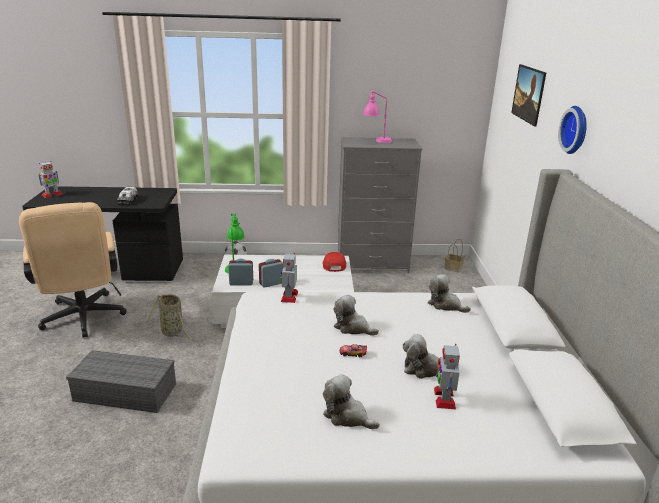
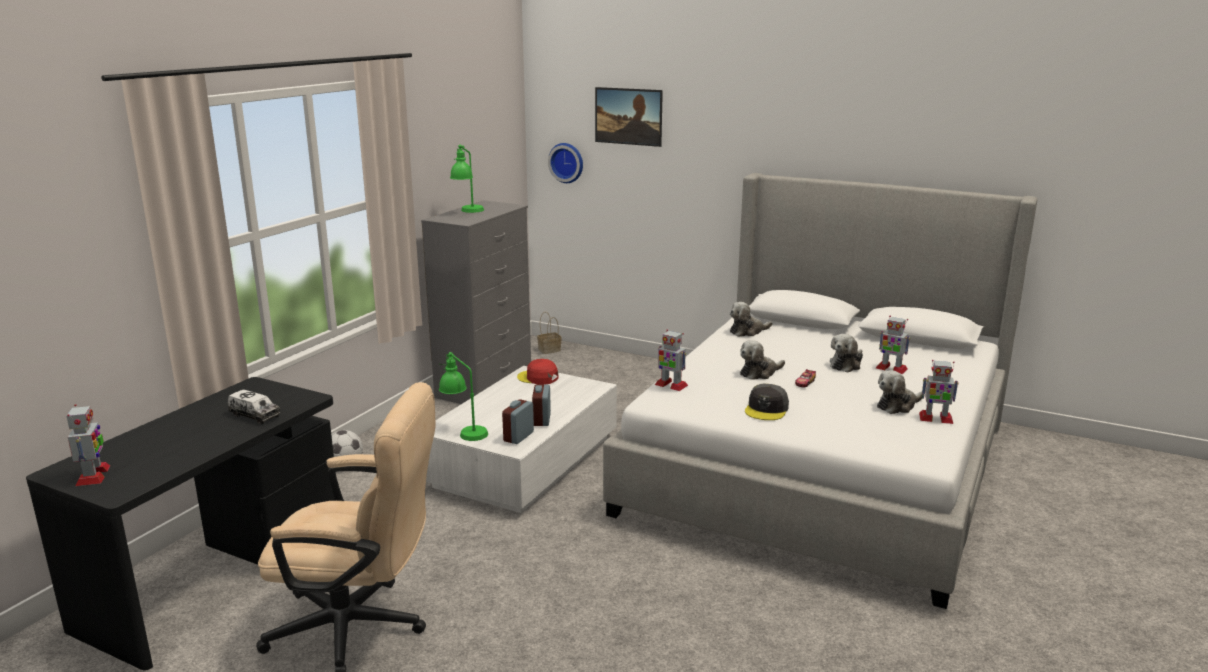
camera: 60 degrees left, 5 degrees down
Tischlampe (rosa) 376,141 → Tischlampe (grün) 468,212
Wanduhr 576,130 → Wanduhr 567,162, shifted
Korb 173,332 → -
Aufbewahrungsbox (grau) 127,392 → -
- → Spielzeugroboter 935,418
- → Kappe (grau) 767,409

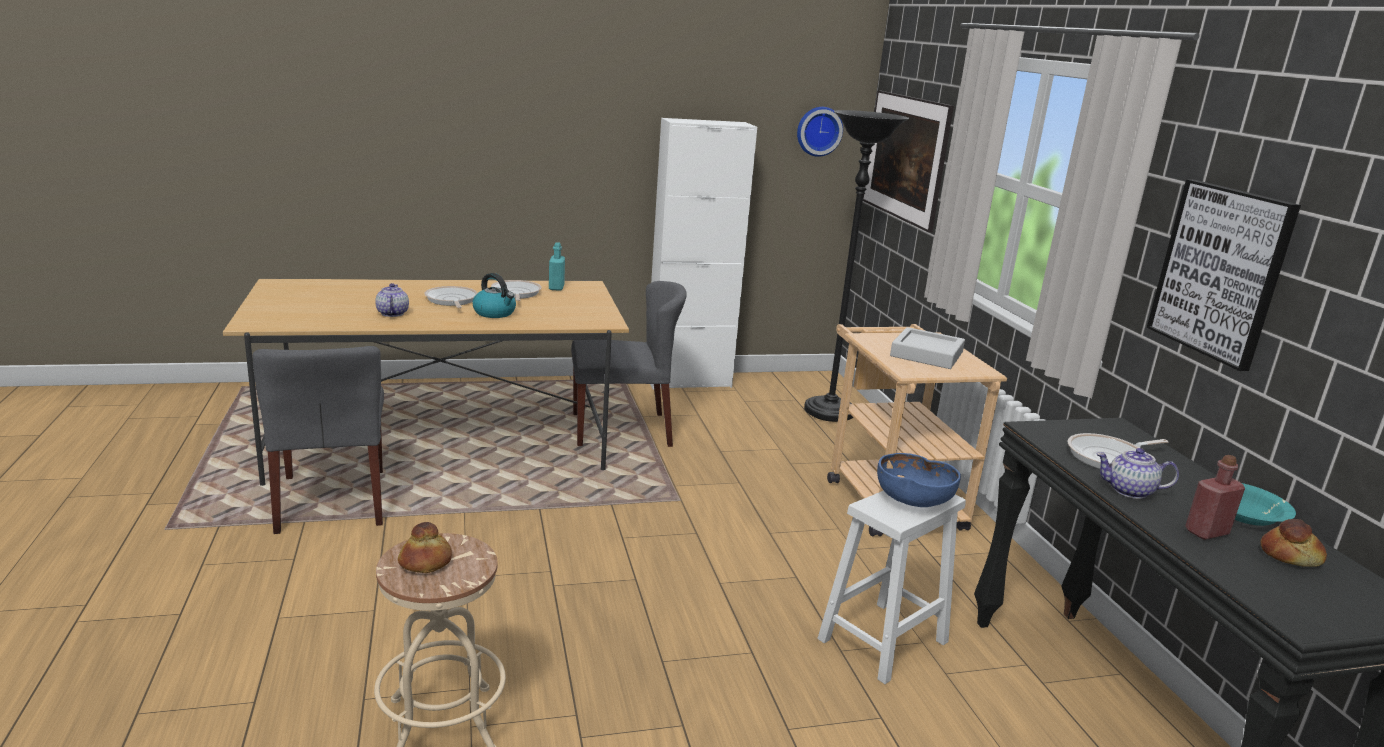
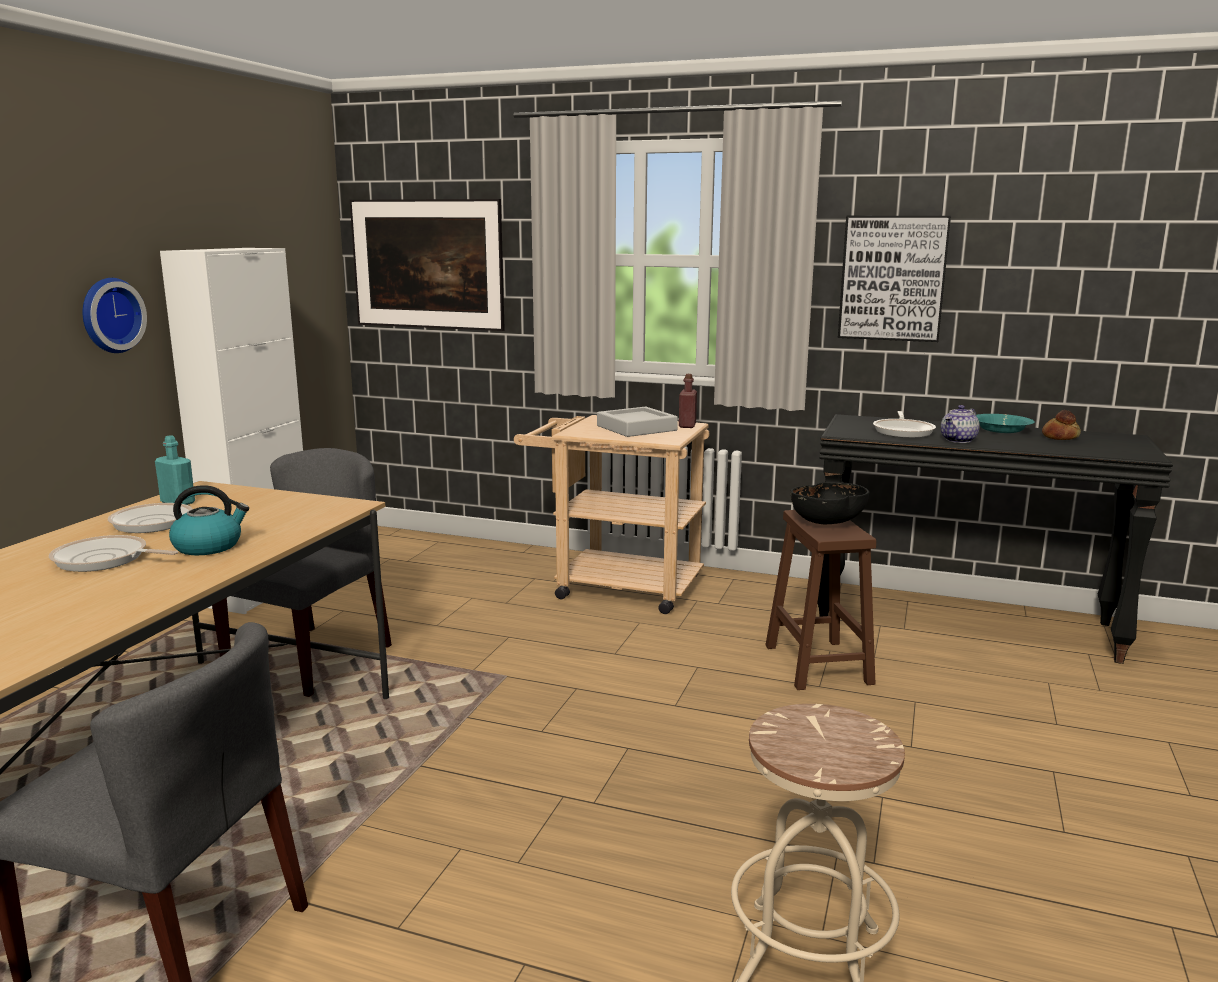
camera: 55 degrees left, 5 degrees down
Wanduhr 818,131 → Wanduhr 109,315, shifted
Stehlampe (schwarz) 829,412 → -
Teekanne 392,313 → -
Schüssel (blau) 912,501 → Schüssel (schwarz) 828,522
Flasche (rot) 1206,532 → Flasche (rot) 687,425, shifted
Hocker (weiß) 882,642 → Hocker (braun) 819,665
Brot 425,562 → -

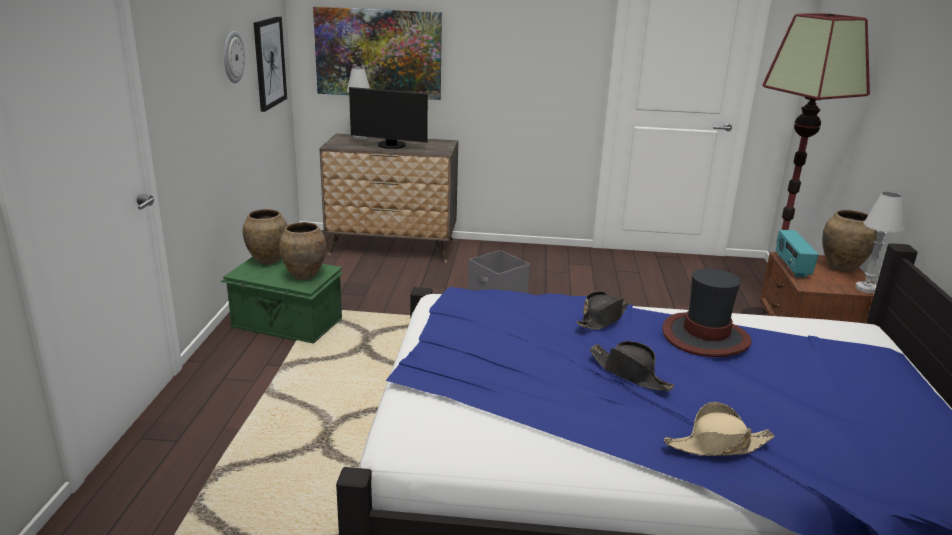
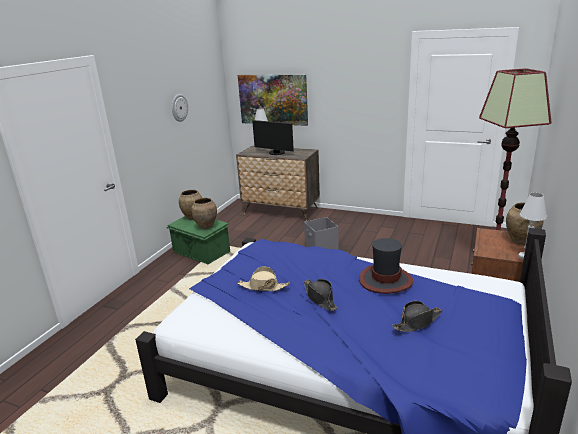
camera: 20 degrees right, 0 degrees up
Bild 269,63 → -
Radio 791,267 → -
Hut (schwarz) 602,318 → Hut (schwarz) 417,322, shifted
Hut (beige) 717,445 → Hut (beige) 263,286, shifted

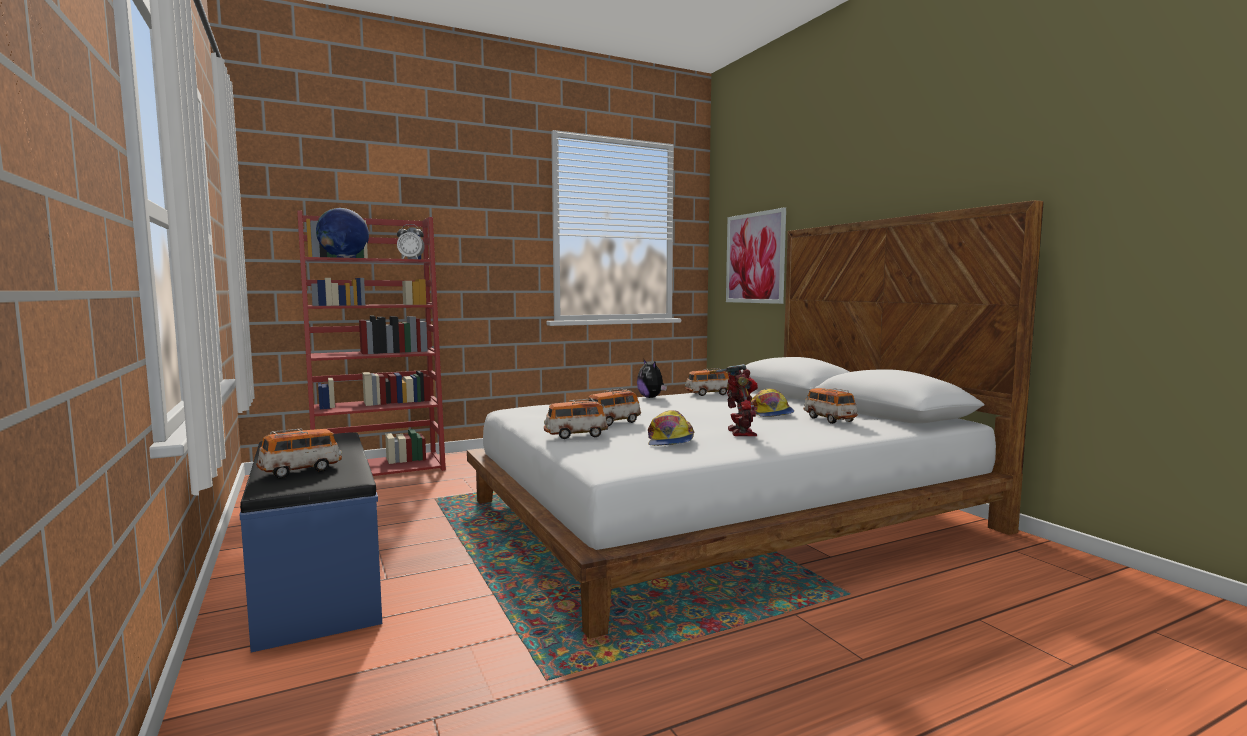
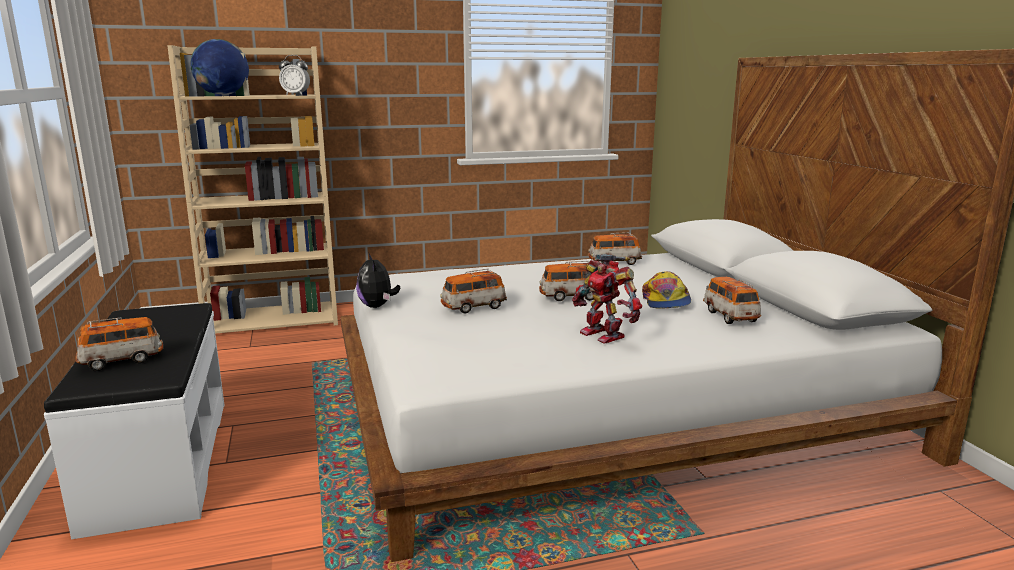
camera: 10 degrees right, 10 degrees up
Bild 755,258 → -
Bücherregal (rot) 380,469 → Bücherregal (beige) 274,319
Plüschtier 651,397 → Plüschtier 377,306, shifted
Spielzeugroboter 738,432 → Spielzeugroboter 604,334, 135 degrees clockwise
Spielzeugauto 575,435 → Spielzeugauto 570,297, shifted
Kappe 670,440 → -
Bank (blau) 315,583 → Bank (weiß) 158,461

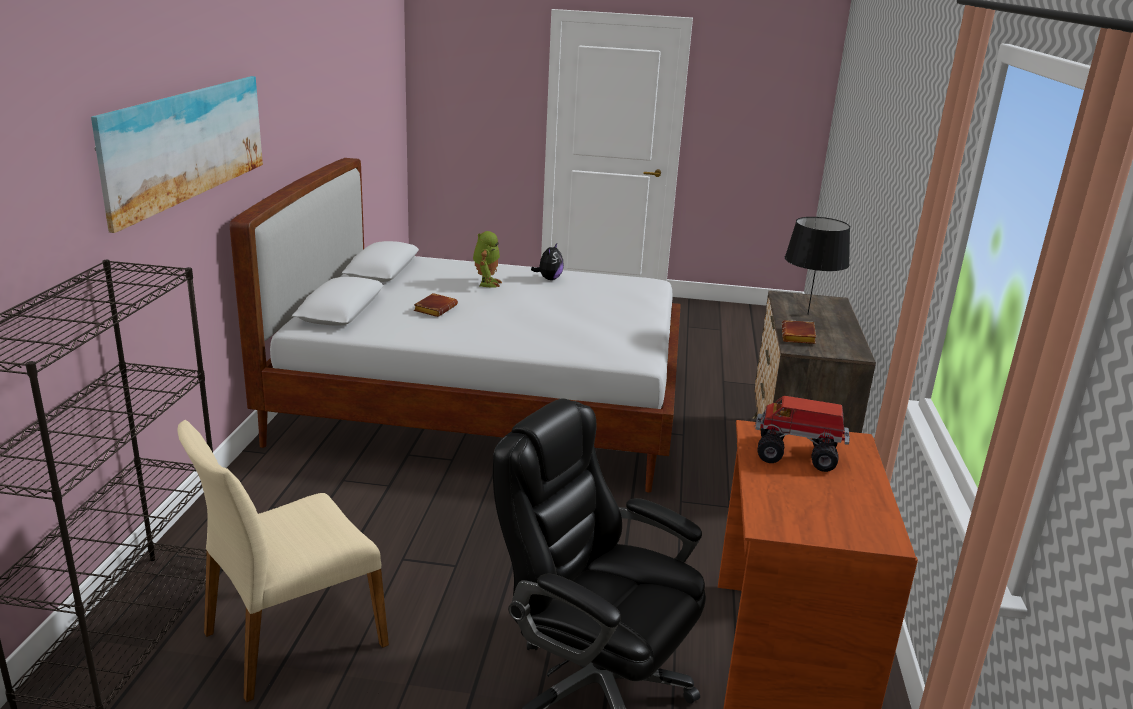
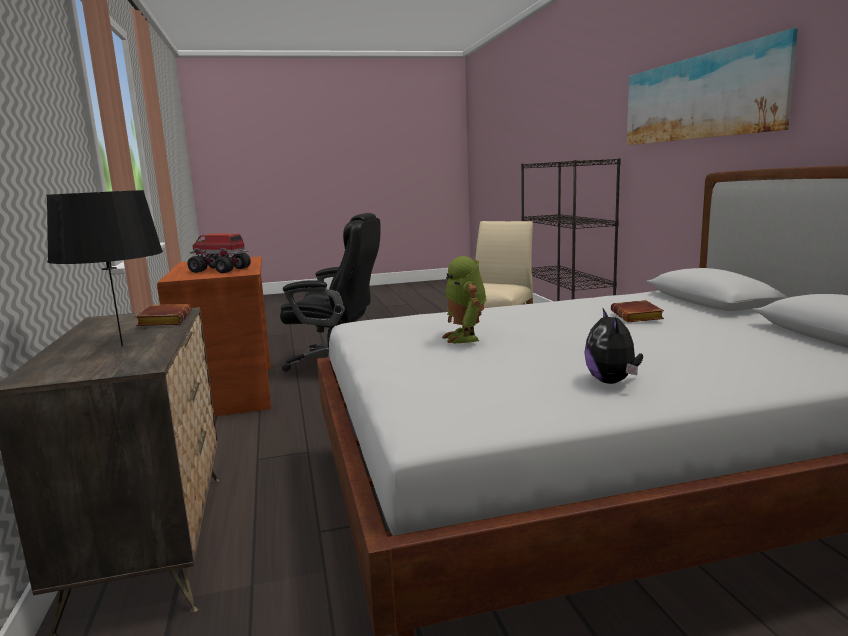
camera: 160 degrees right, 10 degrees down
Spielzeugroboter 486,283 → Spielzeugroboter 465,338, shifted
Spielzeuglaster 798,455 → Spielzeuglaster 221,270, 150 degrees counterclockwise

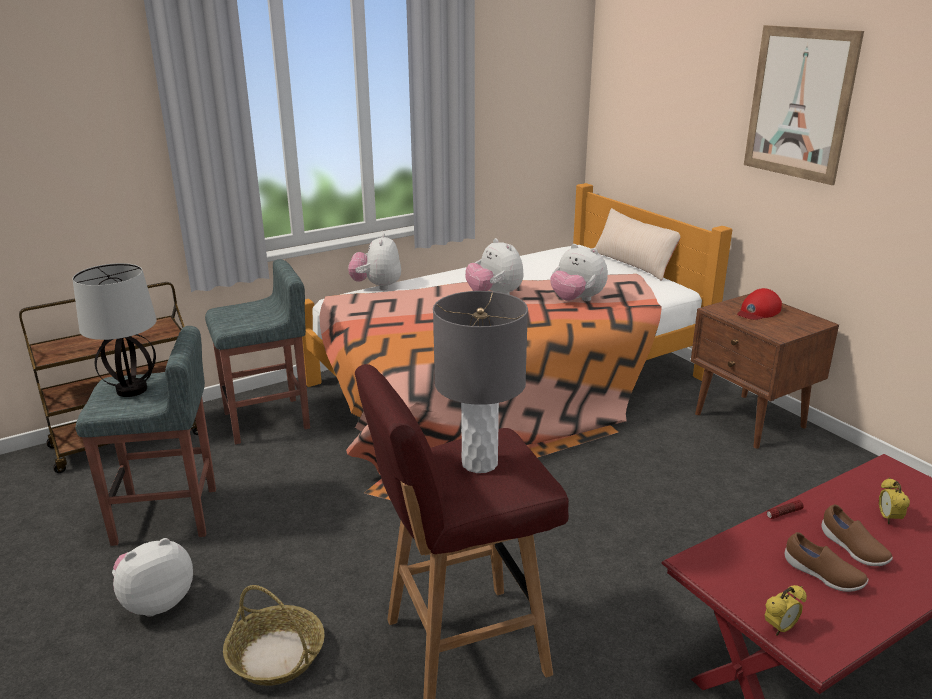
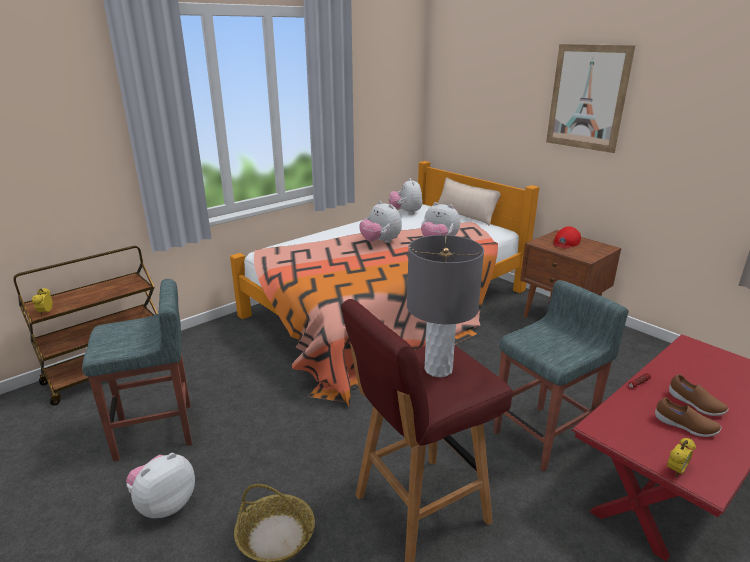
camera: 10 degrees left, 0 degrees up
Plüschtier 377,286 → Plüschtier 406,213, shifted
Hocker (grau) 268,420 → Hocker (grau) 543,436, shifted
Tischlampe 131,389 → -
Wecker 888,519 → Wecker 46,312, shifted

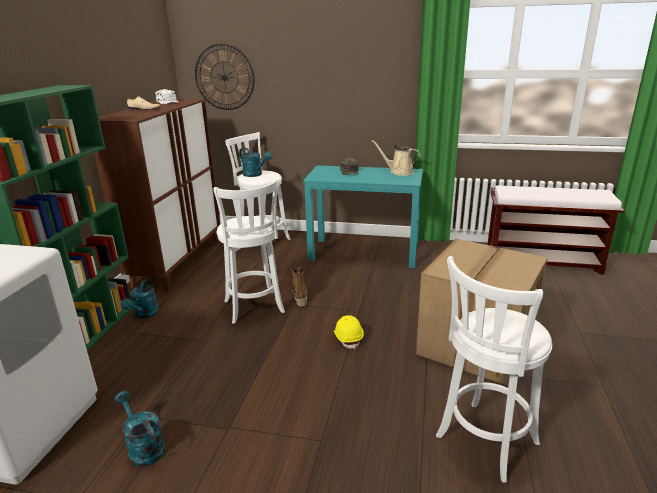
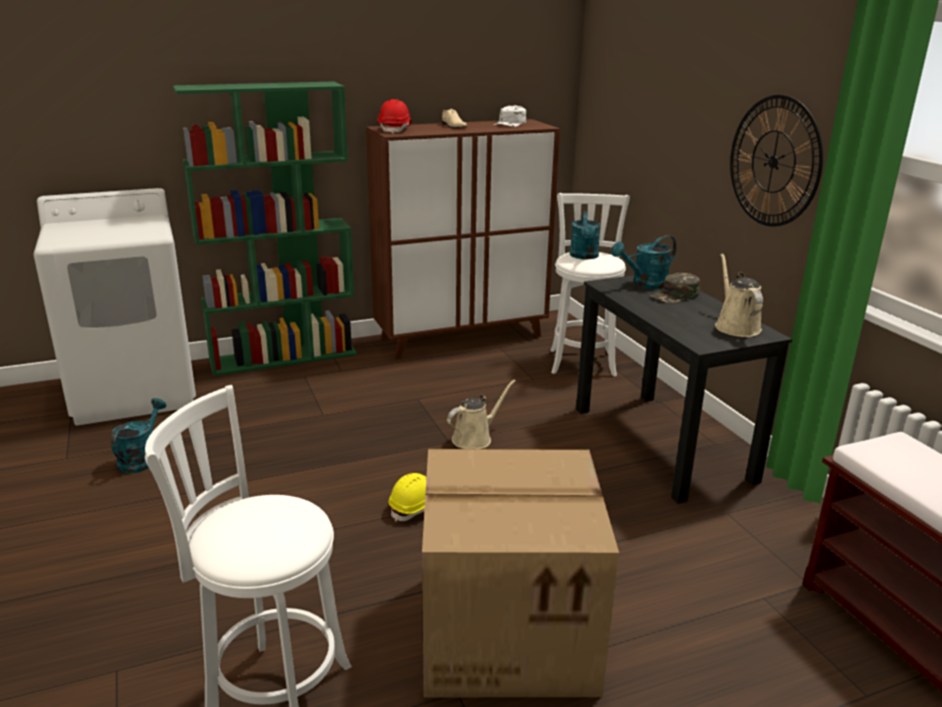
camera: 55 degrees right, 0 degrees up
Wanduhr 224,77 → Wanduhr 773,161, shifted
Schreibtisch (türkis) 364,252 → Schreibtisch (schwarz) 662,443
Hocker (weiß) 254,308 → -
Stiefel 299,296 → Gießkanne (beige) 475,438
Gießkanne (türkis) 144,315 → Gießkanne (türkis) 644,284, shifted
- → Schutzhelm (rot) 395,130

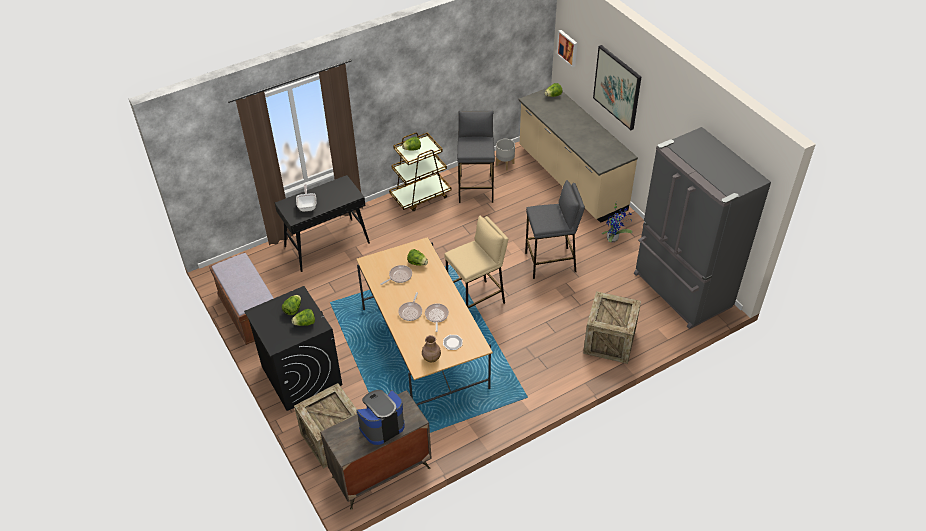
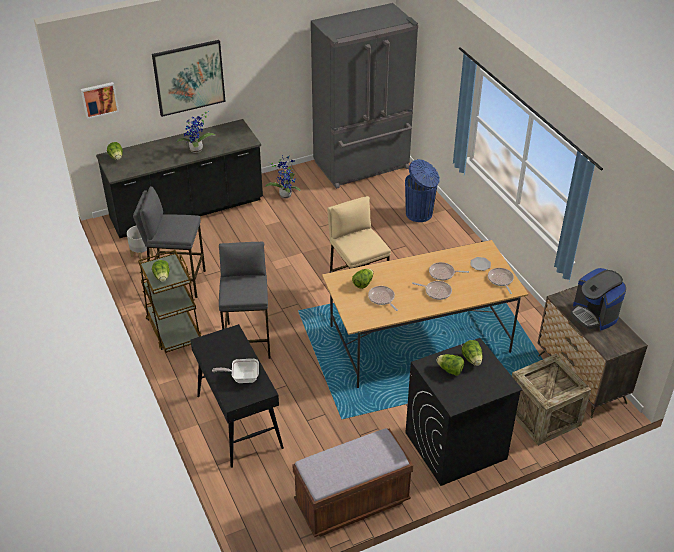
camera: 85 degrees left, 5 degrees down
Küchenzeile (beige) 571,179 → Küchenzeile (schwarz) 187,211
Hocker (grau) 550,263 → Hocker (grau) 248,340, shifted
Kiste 609,341 → Mülleimer (blau) 420,214
Vase (braun) 431,358 → Pfanne 500,280
- → Topfpflanze 197,150

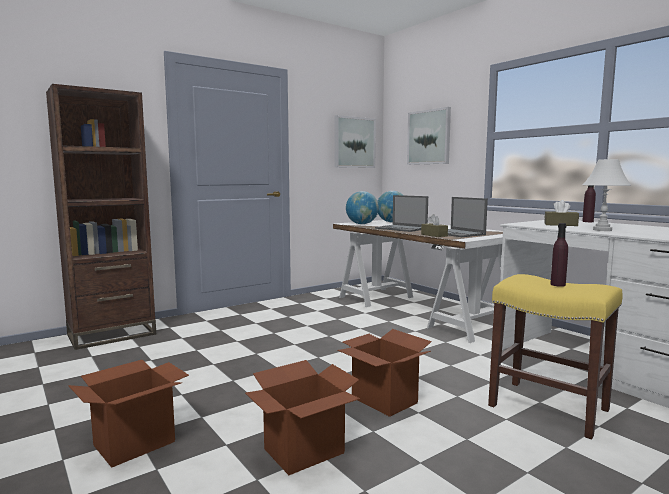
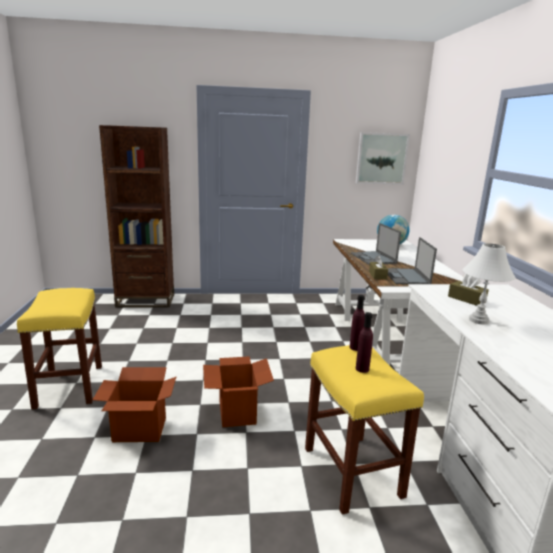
camera: 30 degrees right, 10 degrees up
Bild 429,137 → -
Flasche (lila) 587,221 → Flasche (lila) 355,347, shifted
Globus 362,224 → -
Karton 135,443 → Hocker (gelb) 70,387

